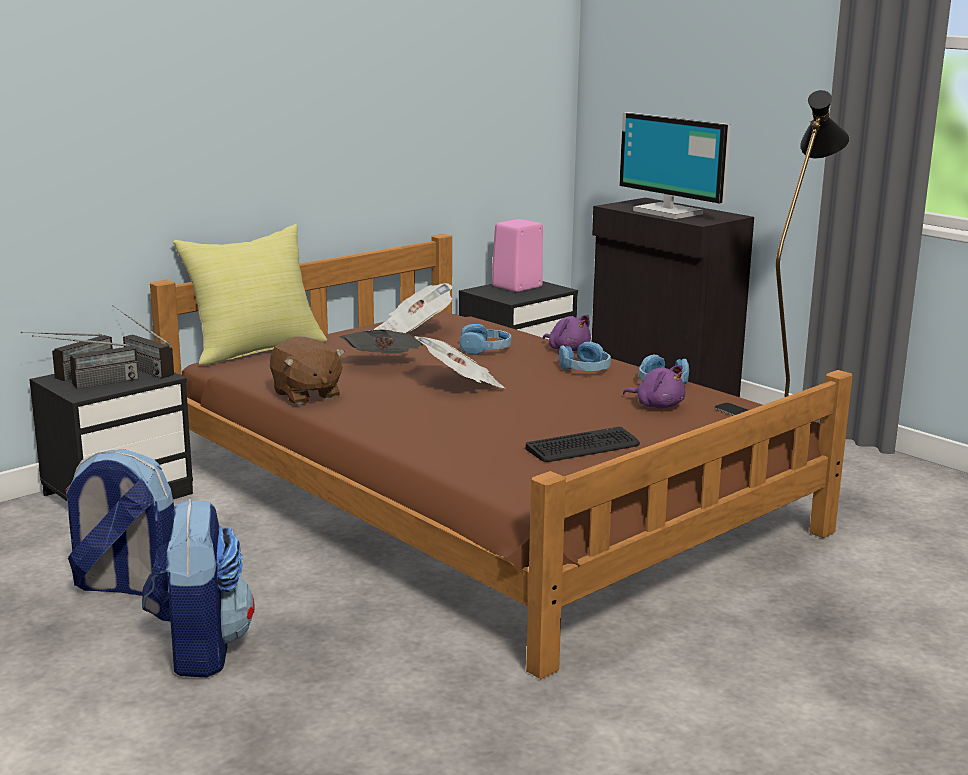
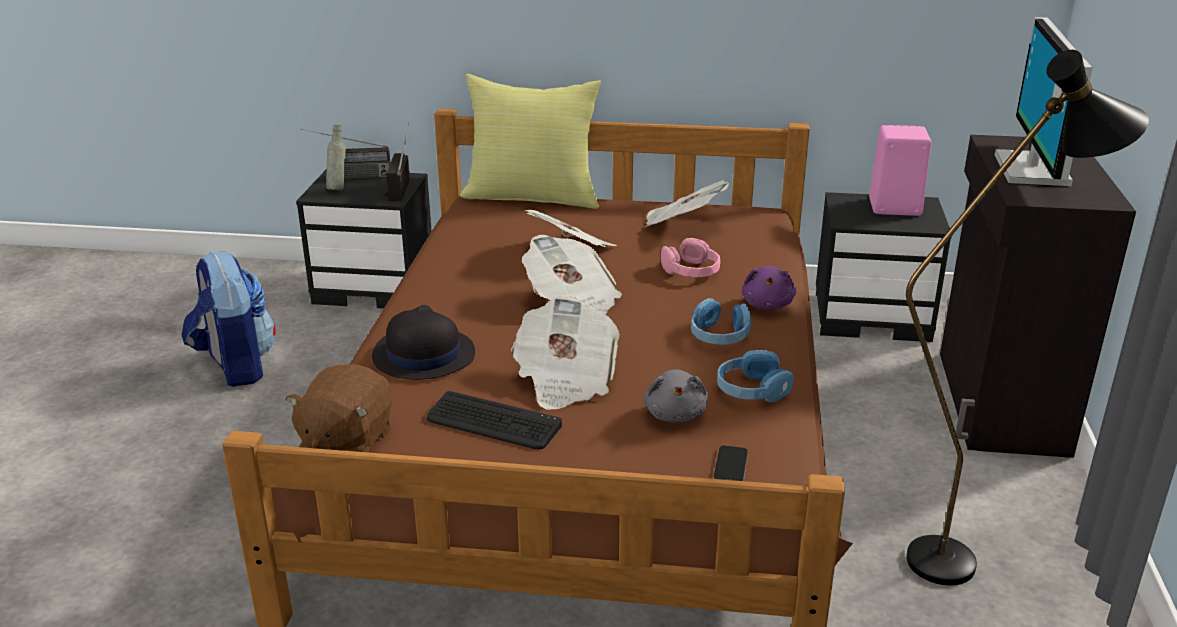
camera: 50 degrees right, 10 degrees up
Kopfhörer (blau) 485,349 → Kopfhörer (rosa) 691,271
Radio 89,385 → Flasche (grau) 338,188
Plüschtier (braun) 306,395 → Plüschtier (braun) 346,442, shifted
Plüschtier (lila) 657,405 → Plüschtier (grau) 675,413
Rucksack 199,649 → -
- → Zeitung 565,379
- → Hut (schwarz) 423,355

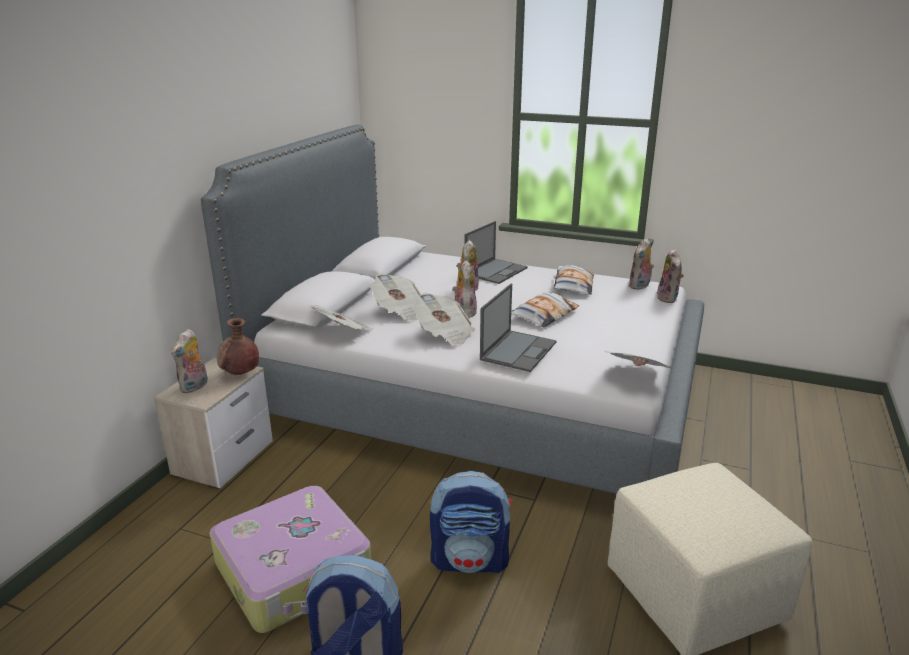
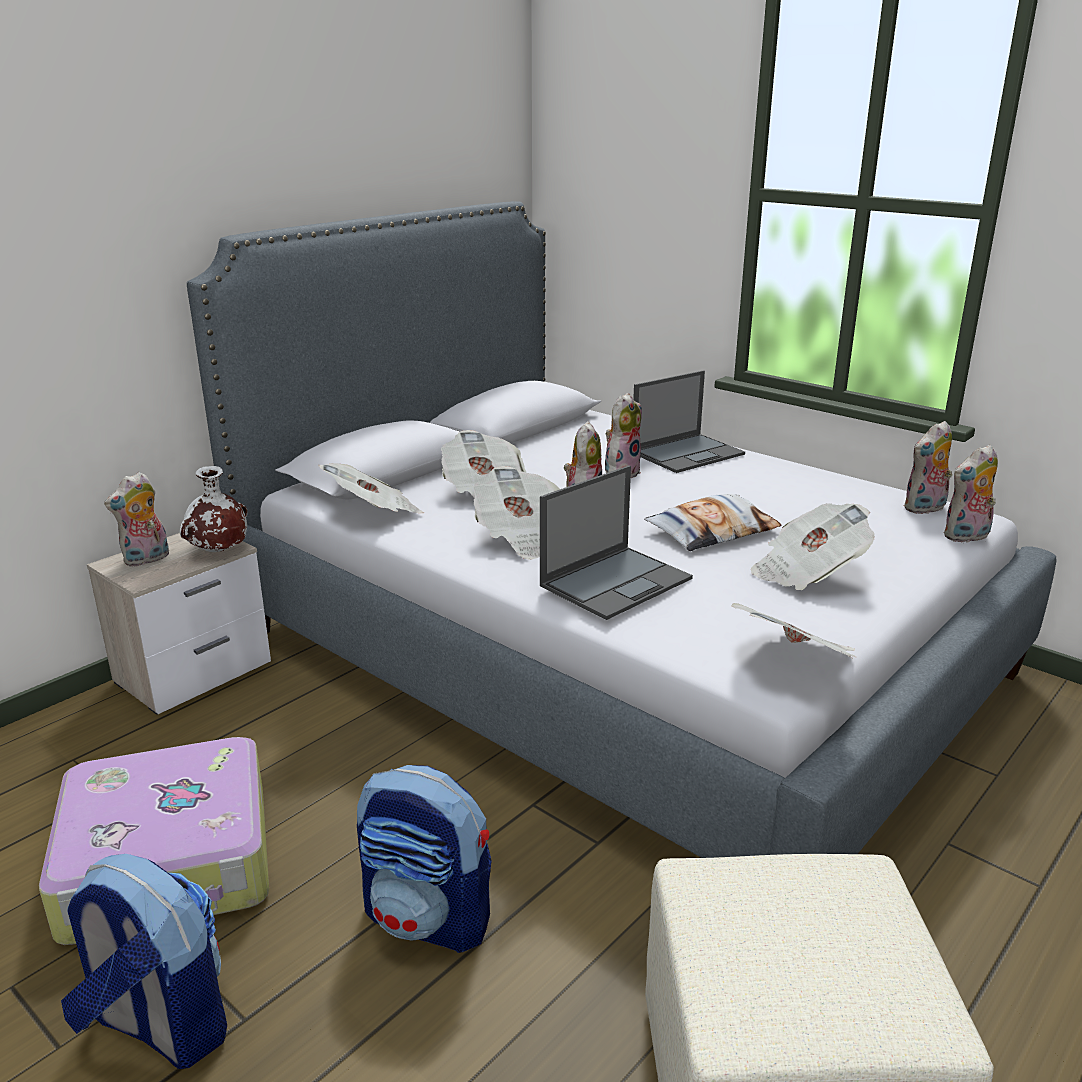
camera: 20 degrees right, 0 degrees up
Plüschtier 669,298 → Plüschtier 966,537, 45 degrees clockwise
Kissen 572,285 → -
Vase (braun) 240,374 → Vase (weiß) 218,552
- → Zeitung 807,572

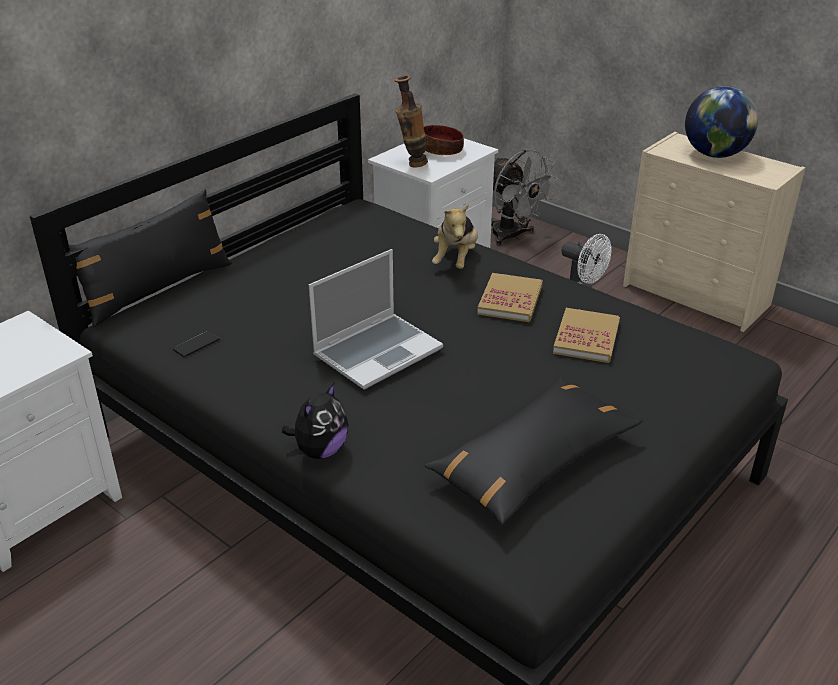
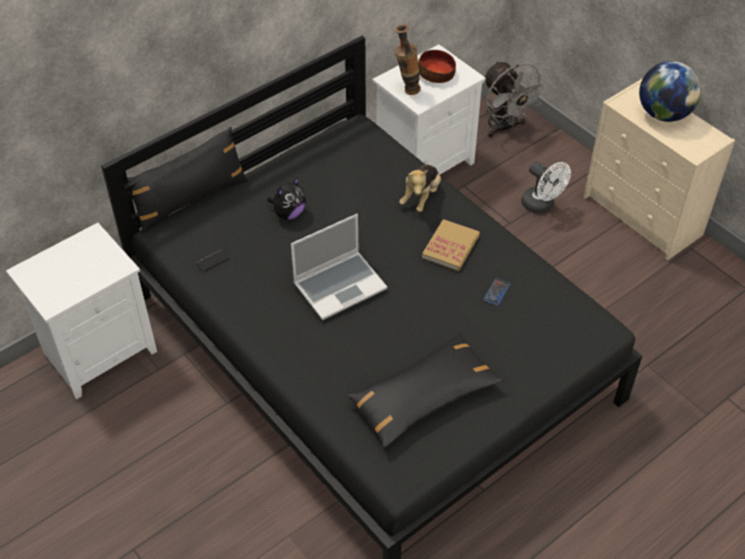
camera: 10 degrees right, 15 degrees up
Buch 586,338 → Handy 496,292
Plüschtier 320,450 → Plüschtier 289,213, shifted

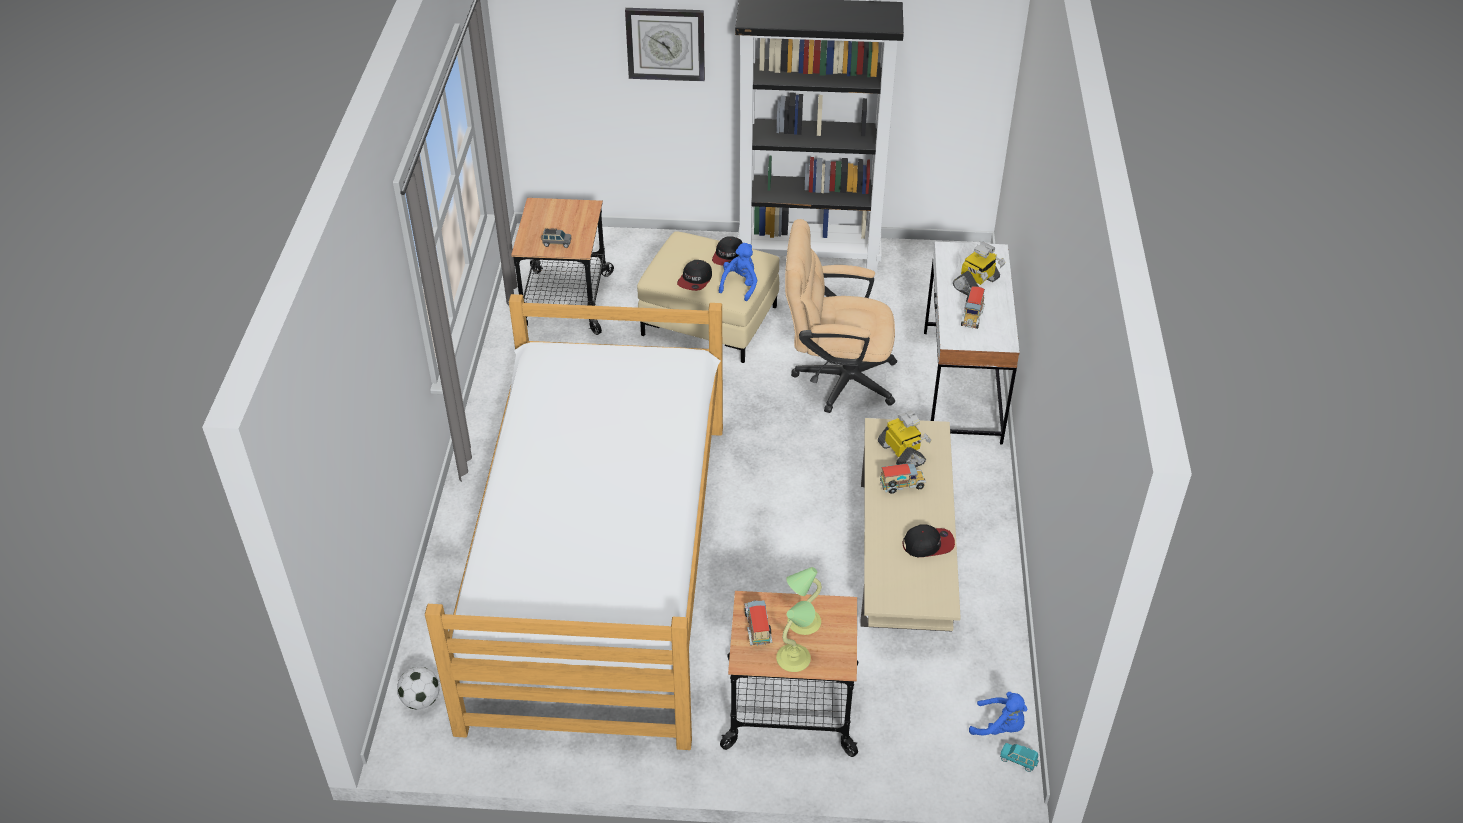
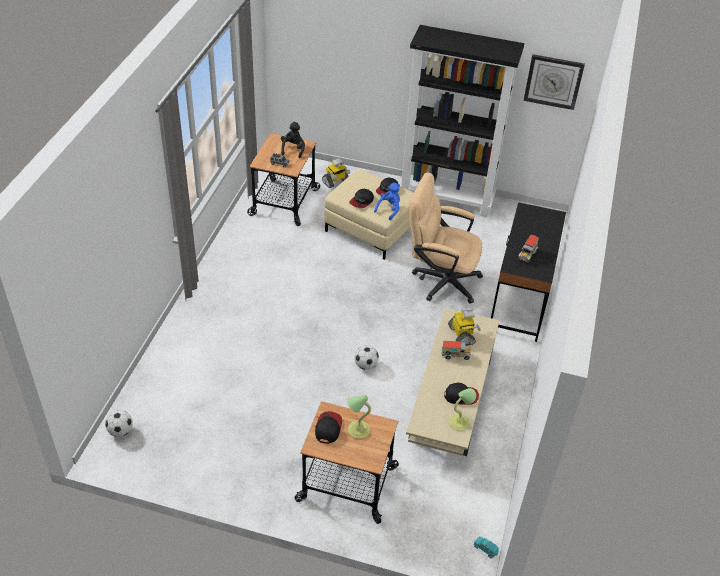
camera: 10 degrees right, 0 degrees up
Wanduhr 665,43 → Wanduhr 553,81, shifted
Schreibtisch (weiß) 961,386 → Schreibtisch (schwarz) 520,299
Spielzeugroboter 976,284 → Spielzeugroboter 335,181, shifted
Bett 599,568 → -
Spielzeuglaster 758,628 → Kappe 328,428
Tischlampe 794,658 → Tischlampe 459,422, shifted
Plüschtier (blau) 1000,726 → -
- → Plüschtier (schwarz) 293,149
- → Fußball 365,365

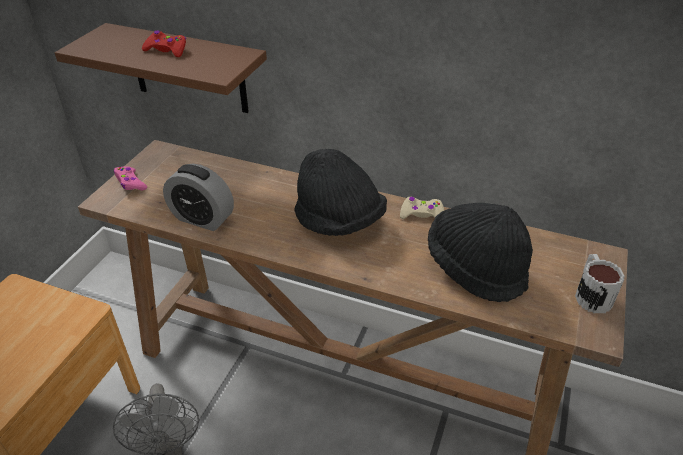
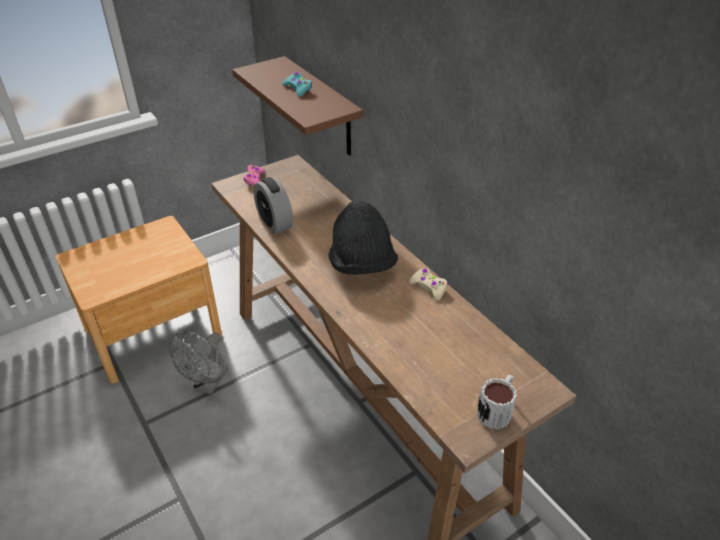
camera: 35 degrees right, 0 degrees up
Gamepad (rot) 166,50 → Gamepad (türkis) 298,88
Hut (schwarz) 475,268 → -

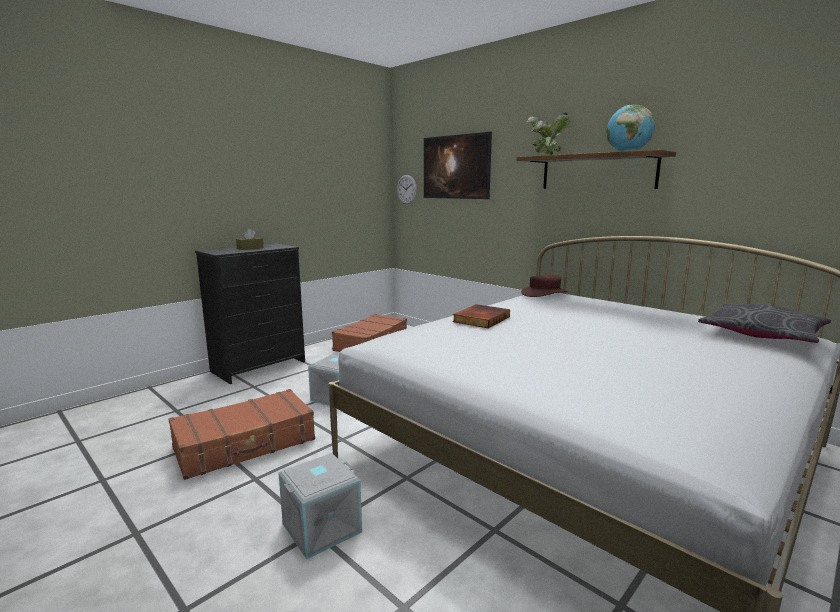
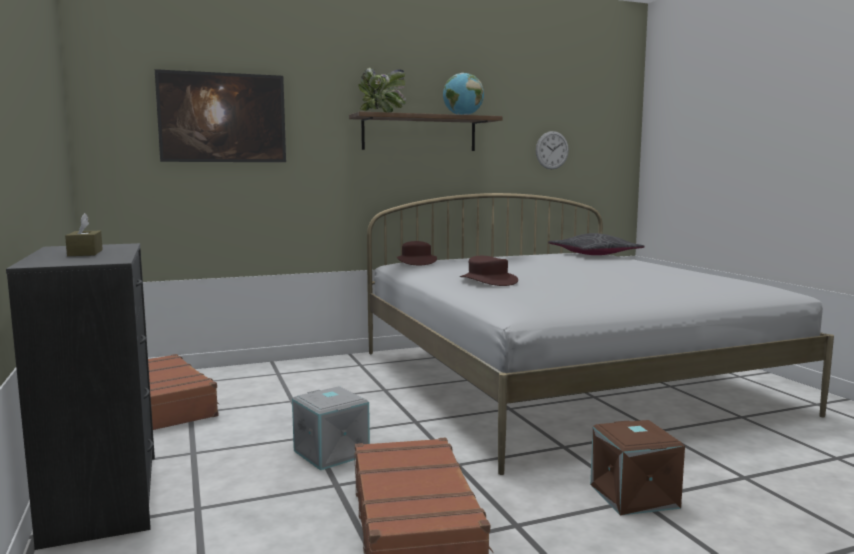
camera: 65 degrees left, 5 degrees down
Wanduhr 406,189 → Wanduhr 552,150, shifted
Buch 480,319 → Hut (braun) 488,281
Aufbewahrungsbox (grau) 321,527 → Aufbewahrungsbox (braun) 632,496

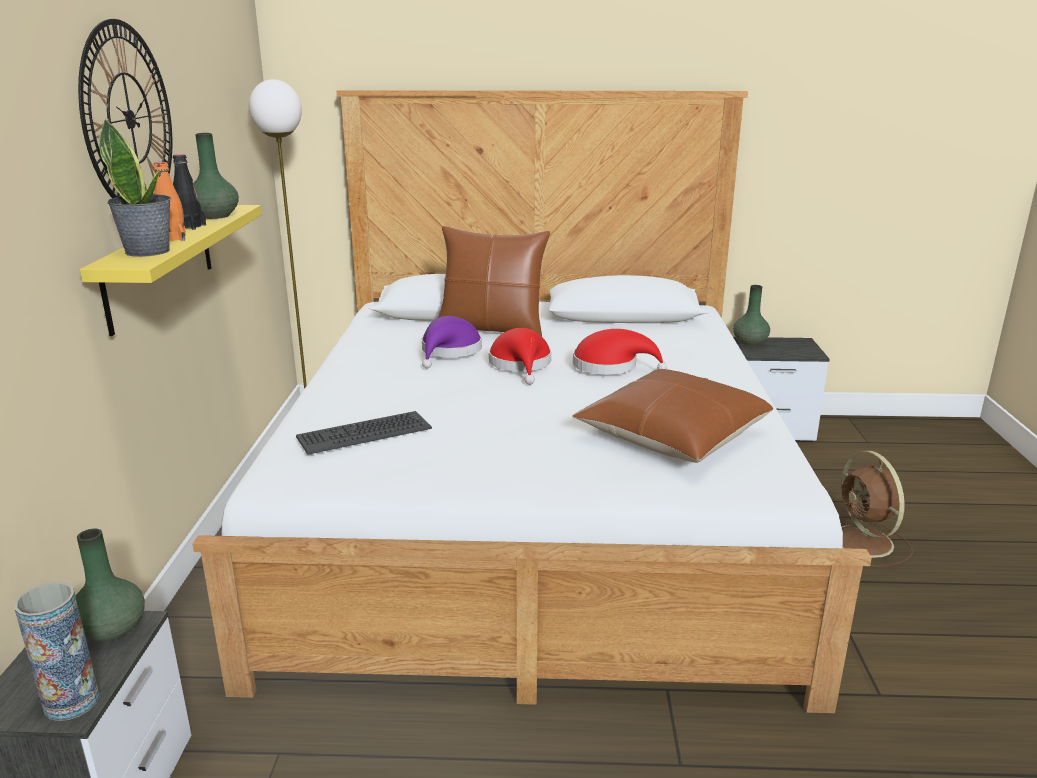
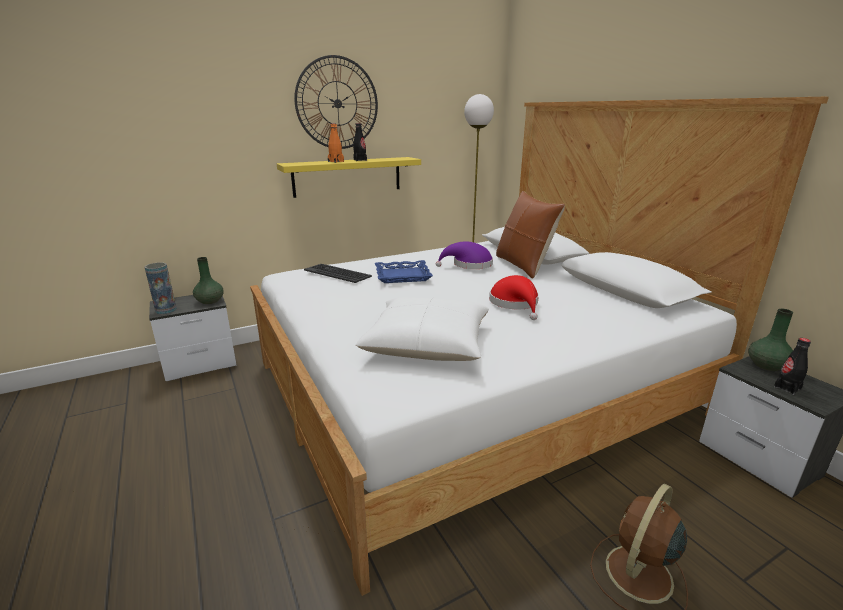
camera: 60 degrees right, 0 degrees up
Topfpflanze 148,251 → -
Vase (grün) 214,216 → -
Hut (rot) 521,365 → -
Kissen (braun) 672,435 → Kissen (weiß) 427,343
- → Tablett (blau) 402,276
- → Flasche (schwarz) 787,388

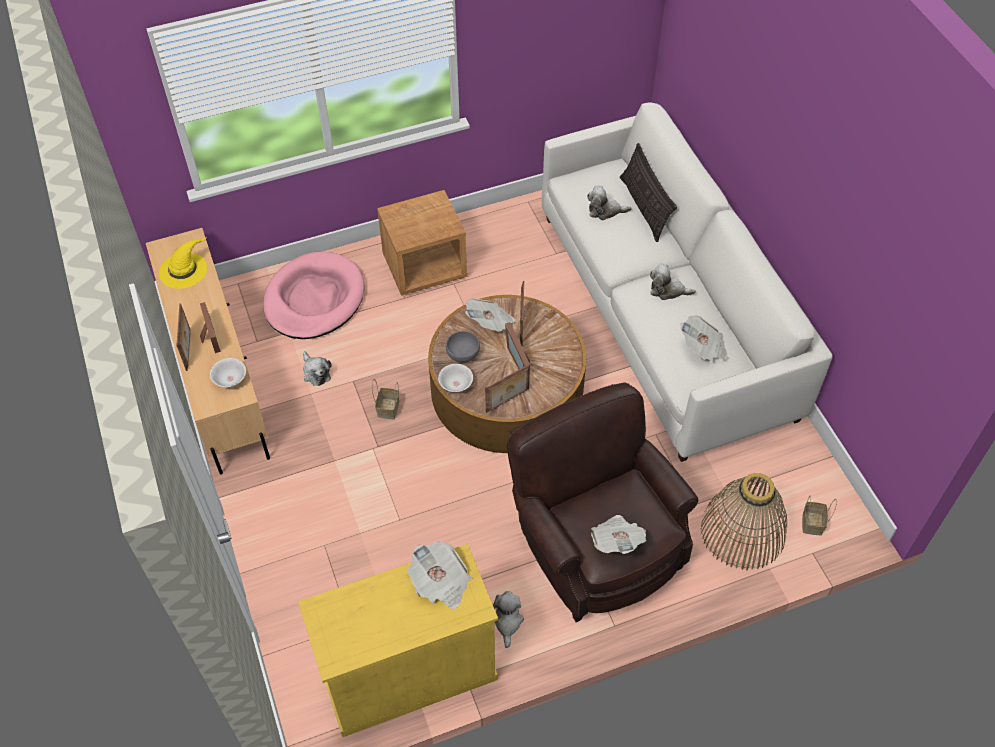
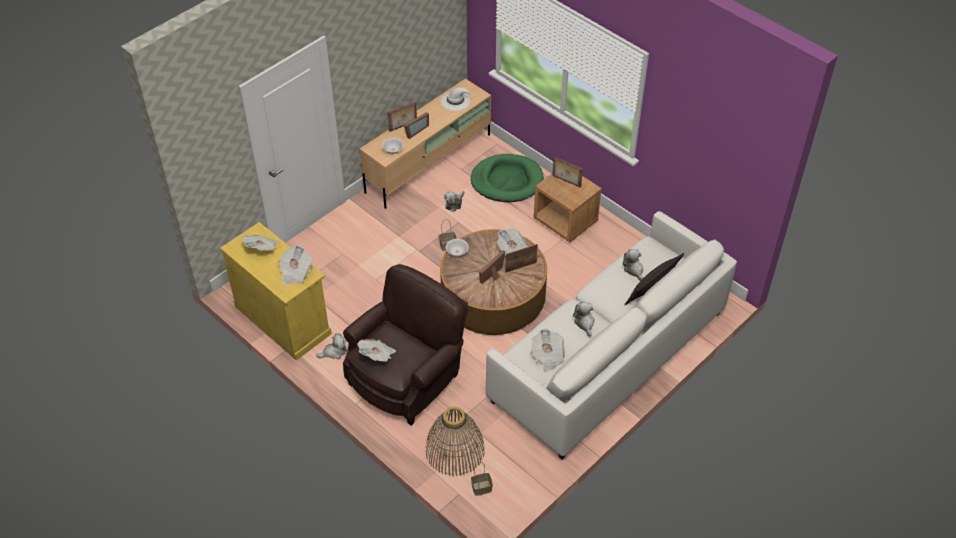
camera: 65 degrees right, 5 degrees down
Hut (gelb) 183,269 → Hut (weiß) 456,101
Hundebett (rosa) 314,299 → Hundebett (grün) 507,181
Schüssel (grau) 462,353 → -
Bilderrahmen 508,401 → Bilderrahmen 566,181, shifted
- → Zeitung 262,248

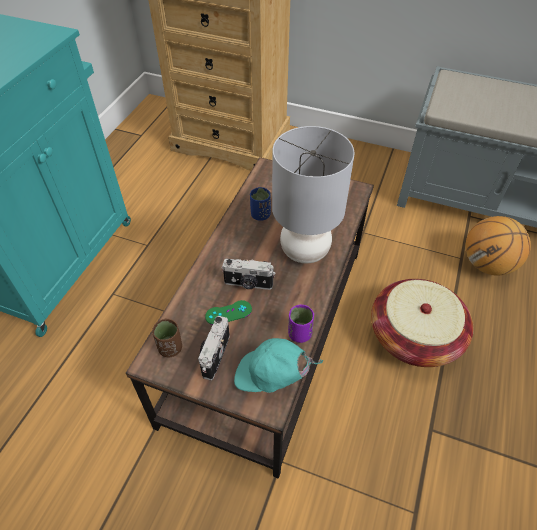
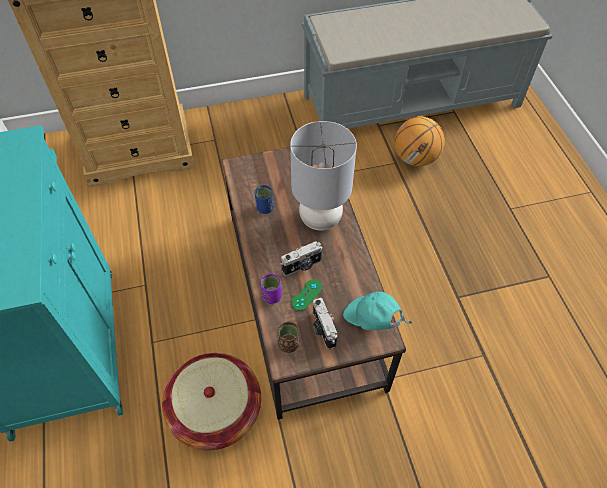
camera: 35 degrees left, 5 degrees up
Korb 414,337 → Korb 215,410, shifted
Tasse (lila) 299,334 → Tasse (lila) 272,296, shifted
Kappe (türkis) 271,377 → Kappe (türkis) 372,320, 60 degrees clockwise

